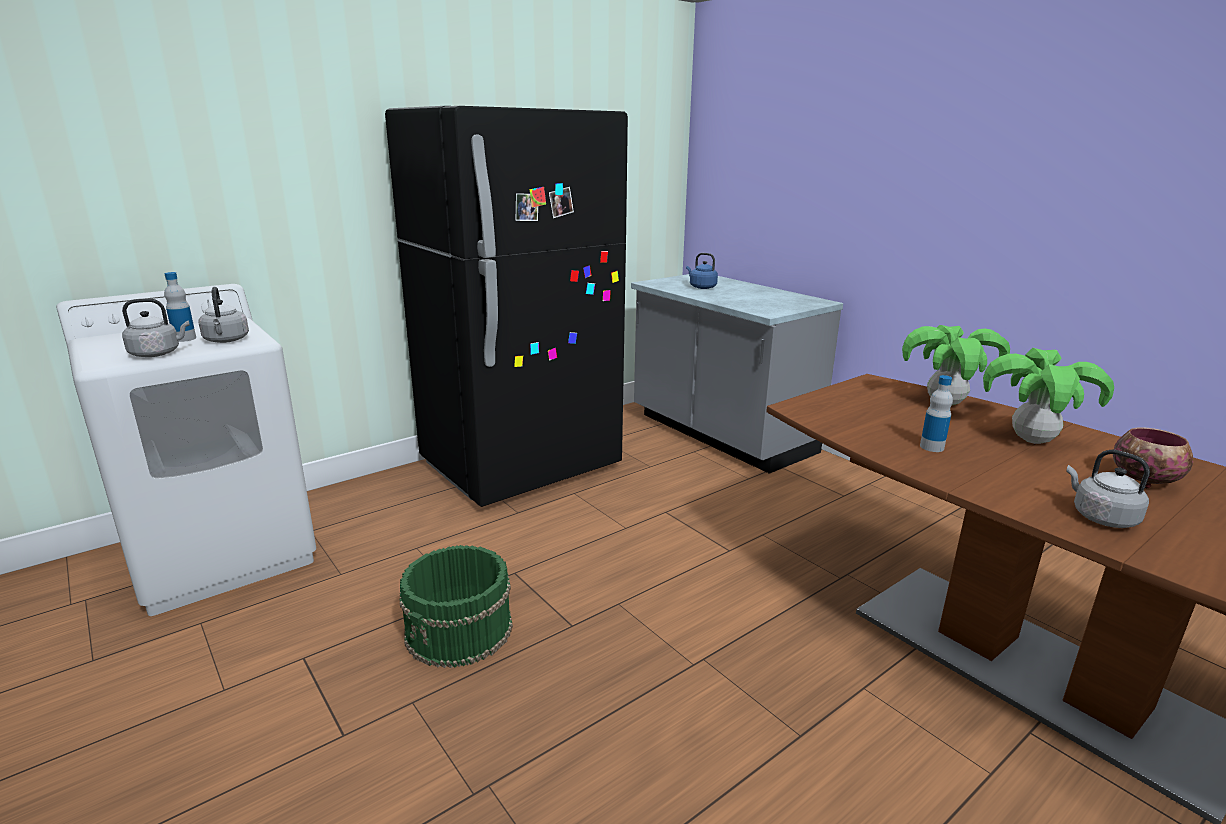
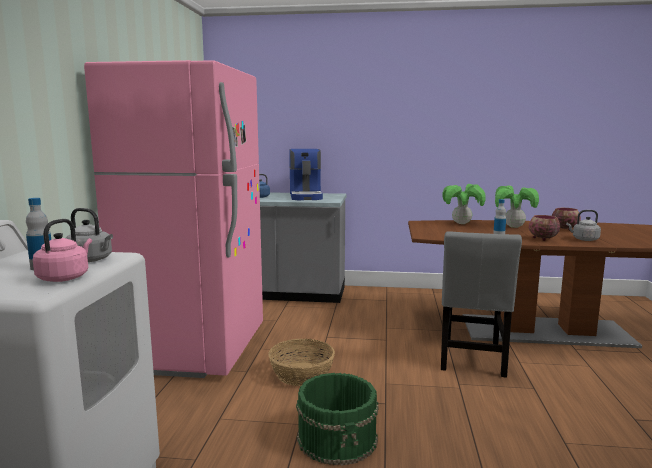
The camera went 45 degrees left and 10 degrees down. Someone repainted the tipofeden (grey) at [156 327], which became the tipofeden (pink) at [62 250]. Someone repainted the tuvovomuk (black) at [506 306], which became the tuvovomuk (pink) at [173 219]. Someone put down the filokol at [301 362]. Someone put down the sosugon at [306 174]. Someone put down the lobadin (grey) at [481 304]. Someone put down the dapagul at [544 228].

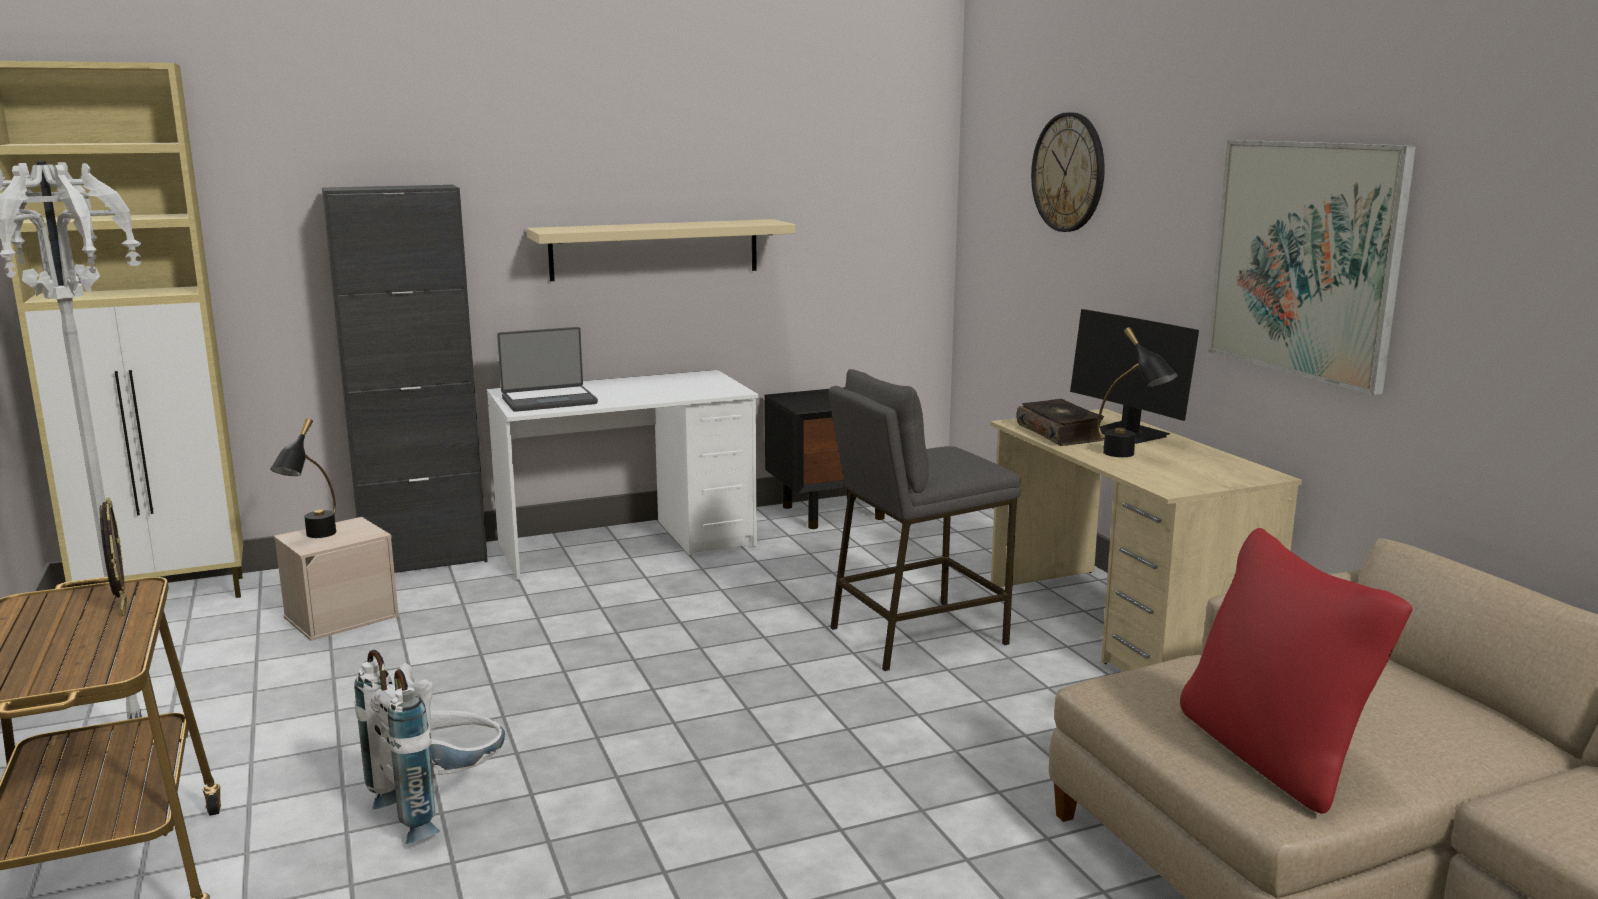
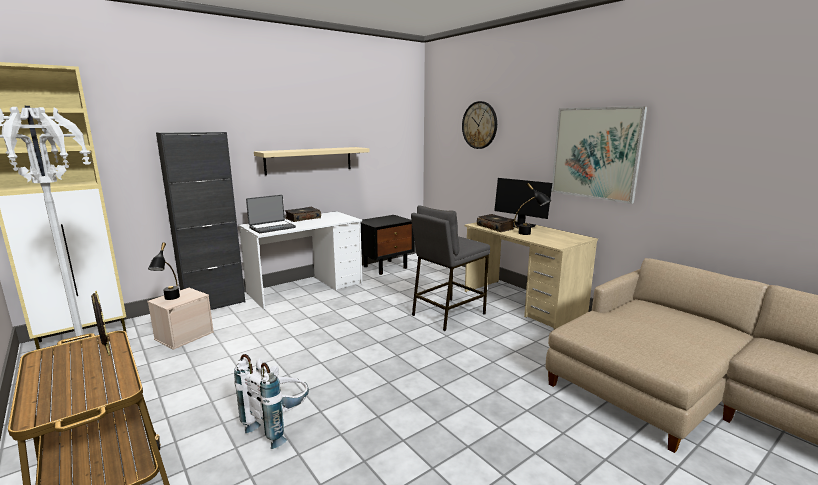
The camera went 15 degrees left and 0 degrees up. Someone took away the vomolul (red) at [1296 671]. Someone put down the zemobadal at [303 214].

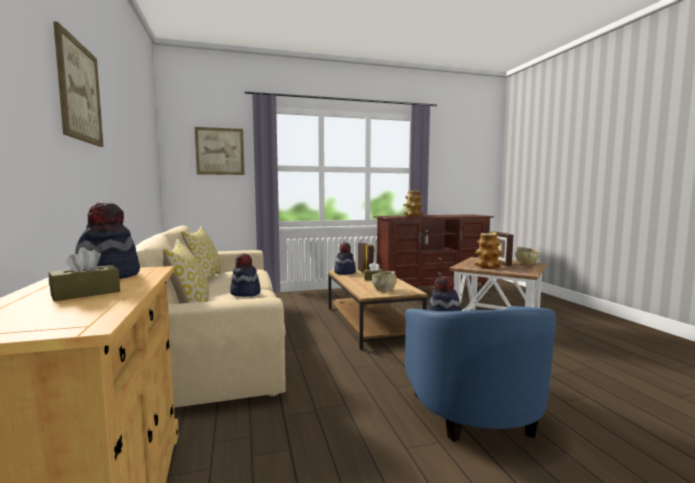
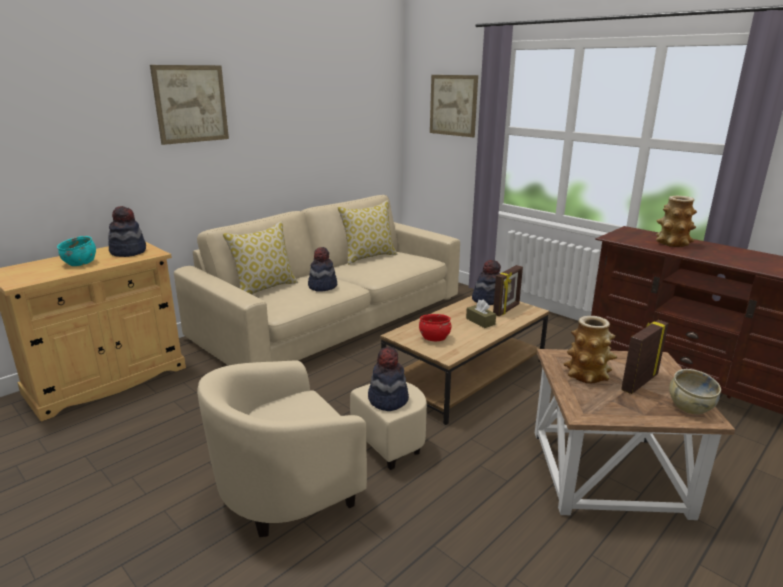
The camera went 60 degrees right and 15 degrees up. Someone swapped the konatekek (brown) at [84 274] for the dapagul (turquoise) at [76 251]. Someone repainted the dapagul (beige) at [384 281], which became the dapagul (red) at [435 327]. Someone repainted the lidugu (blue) at [480 374], which became the lidugu (beige) at [312 448].

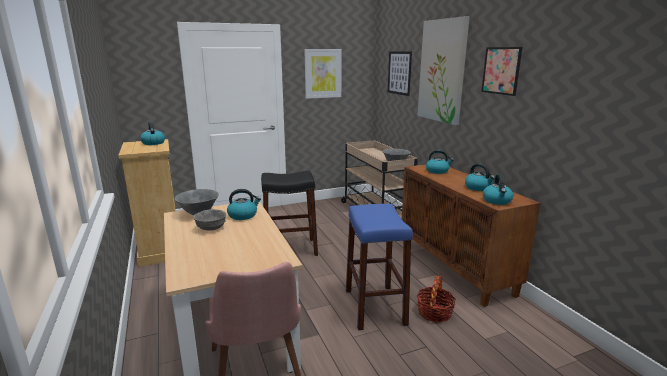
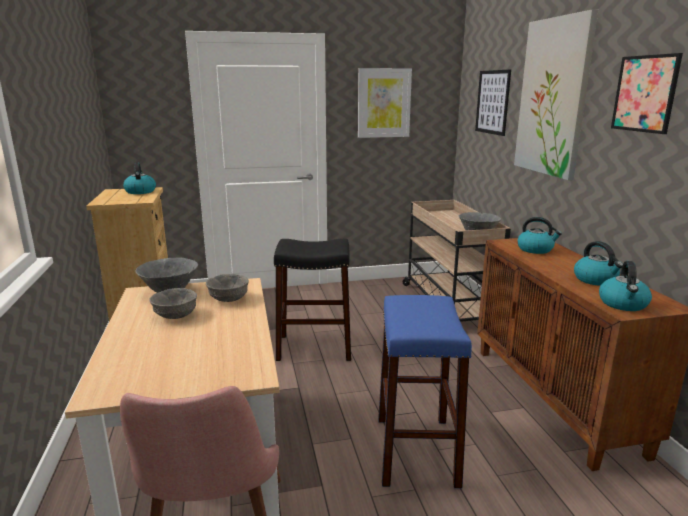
The camera went 10 degrees right and 0 degrees up. Someone swapped the tipofeden at [244 204] for the dapagul (grey) at [227 288]. Someone took away the filokol at [436 299].

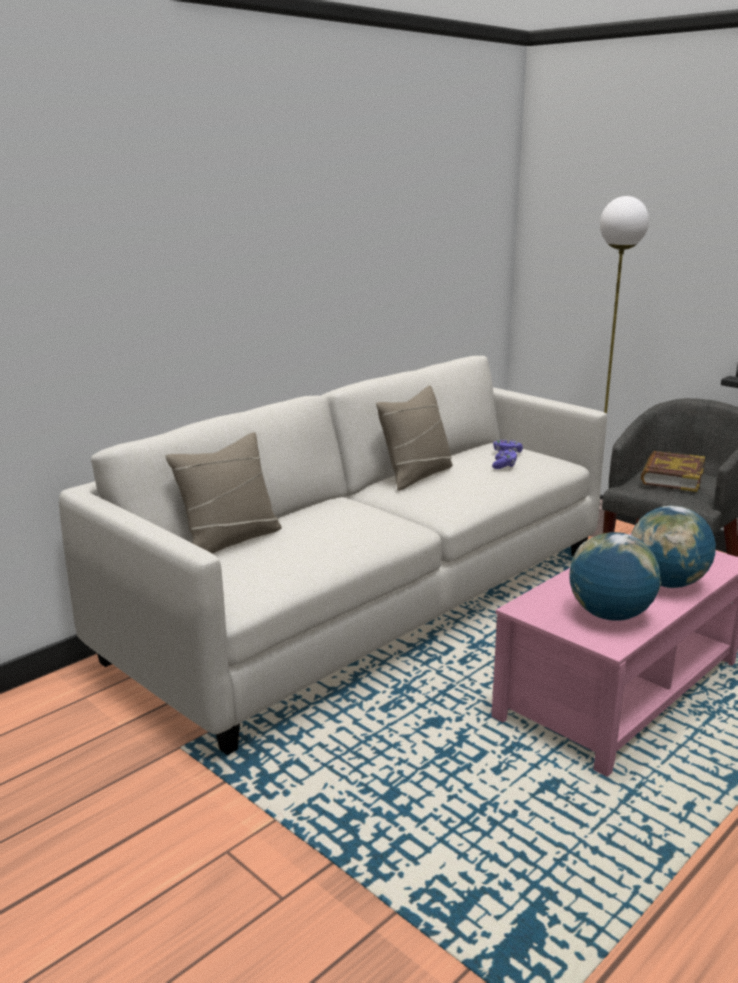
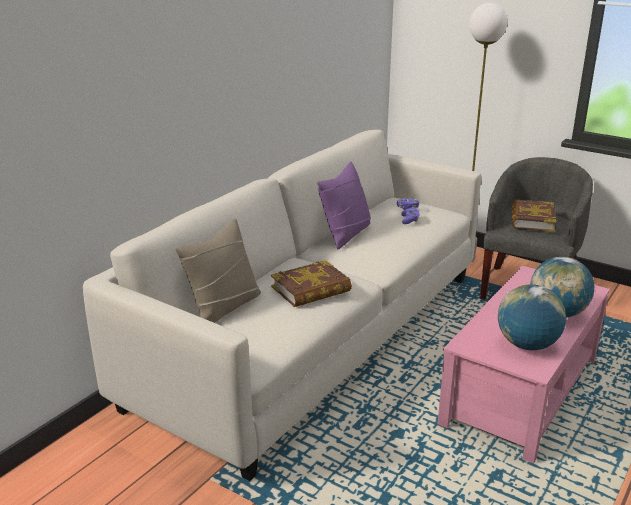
The camera went 10 degrees left and 5 degrees up. Someone repainted the vomolul (beige) at [414 437], which became the vomolul (purple) at [344 206]. Someone put down the zemobadal at [311 283].

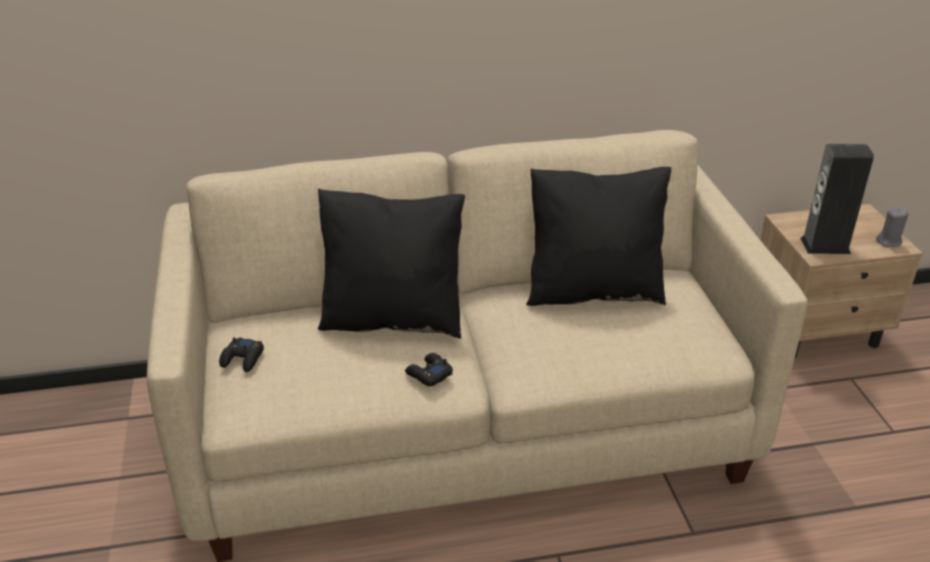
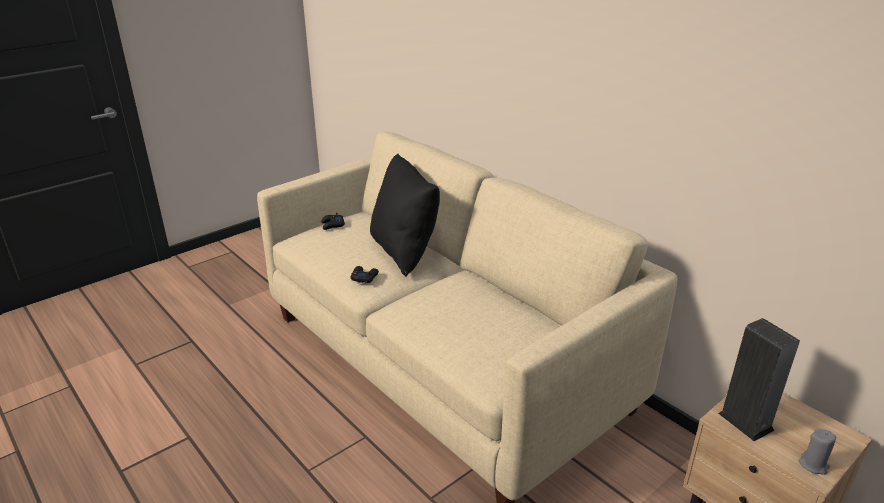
The camera went 60 degrees right and 5 degrees down. Someone took away the vomolul (black) at [598 236].

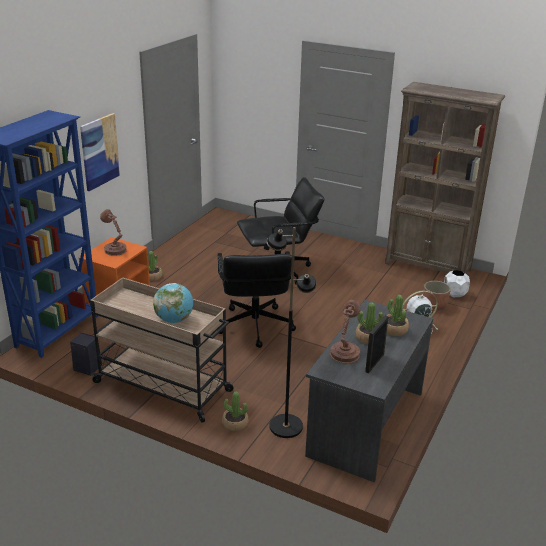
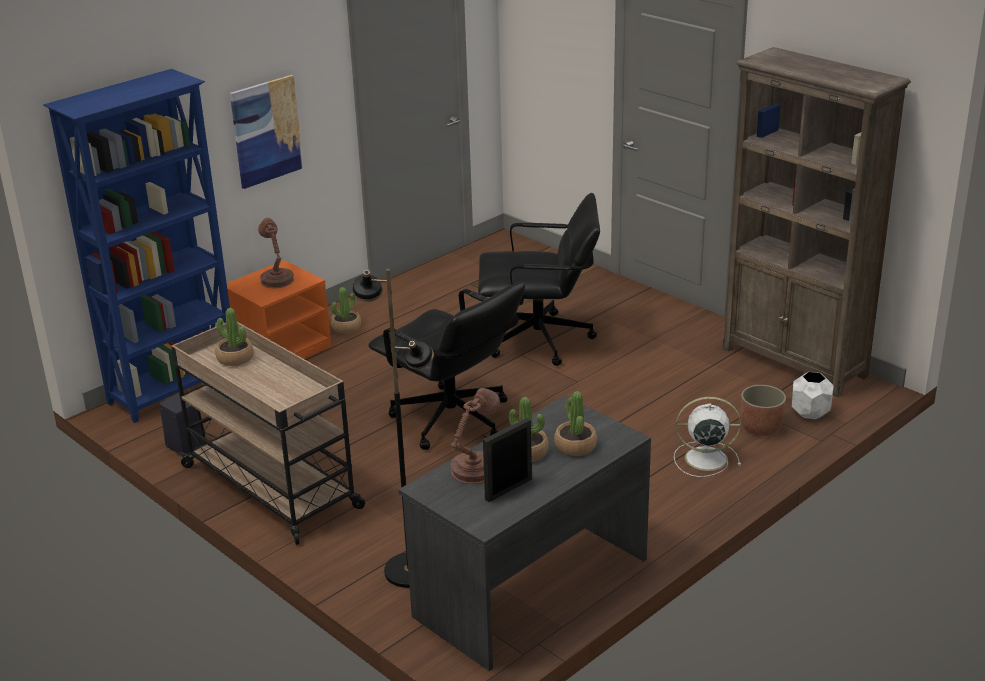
The camera went 20 degrees right and 0 degrees up. Someone took away the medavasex at [173 303]. Someone rotated the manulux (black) at [257 299] by 60 degrees counterclockwise. Someone carried the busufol from [235 411] to [234 337].

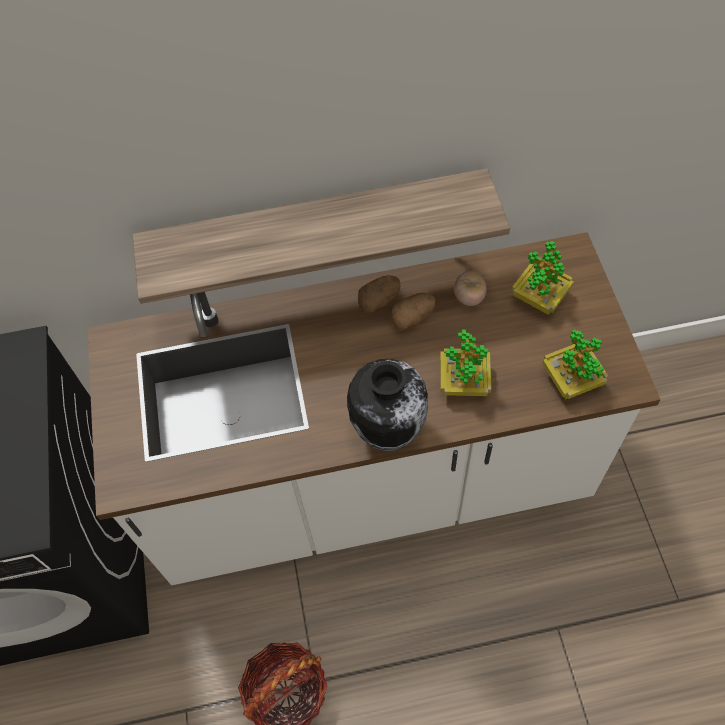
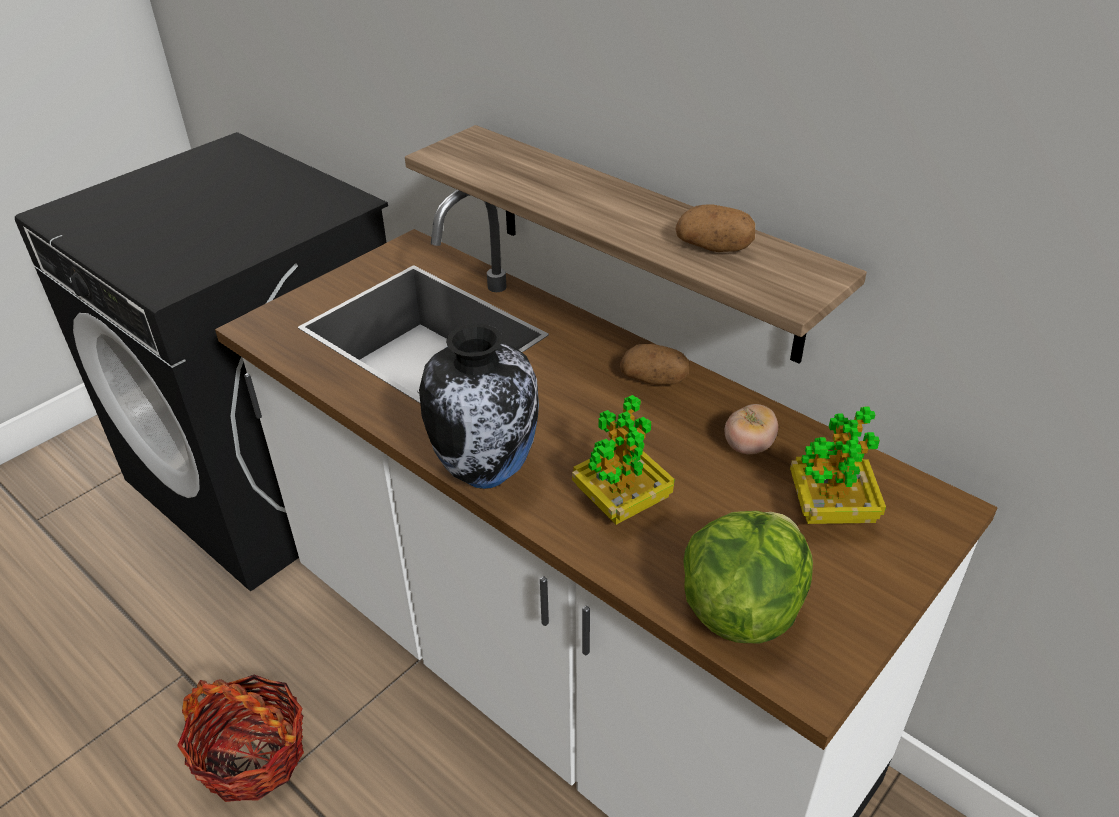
The camera went 50 degrees right and 20 degrees down. Someone carried the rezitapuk from [413 311] to [715 228]. Someone swapped the busufol at [575 364] for the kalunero at [748 577].

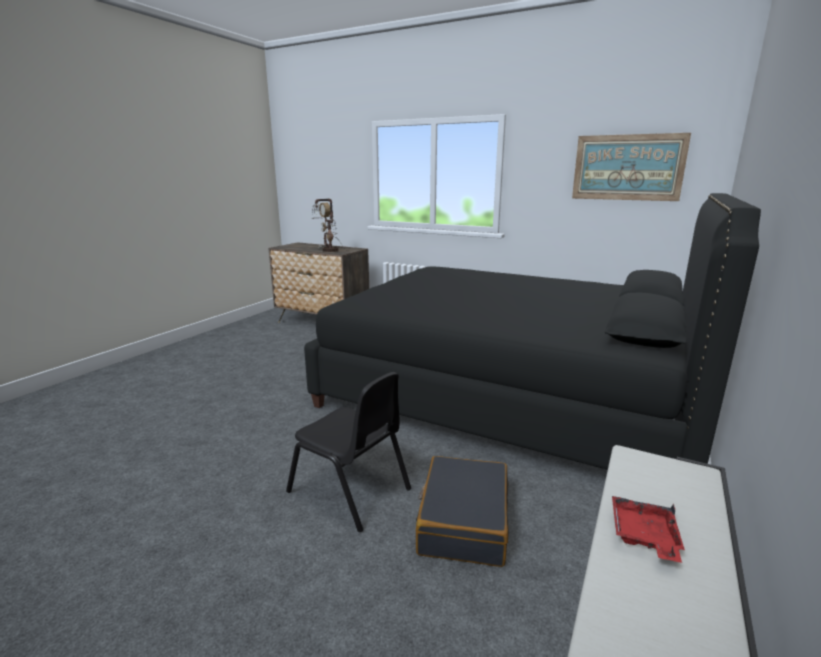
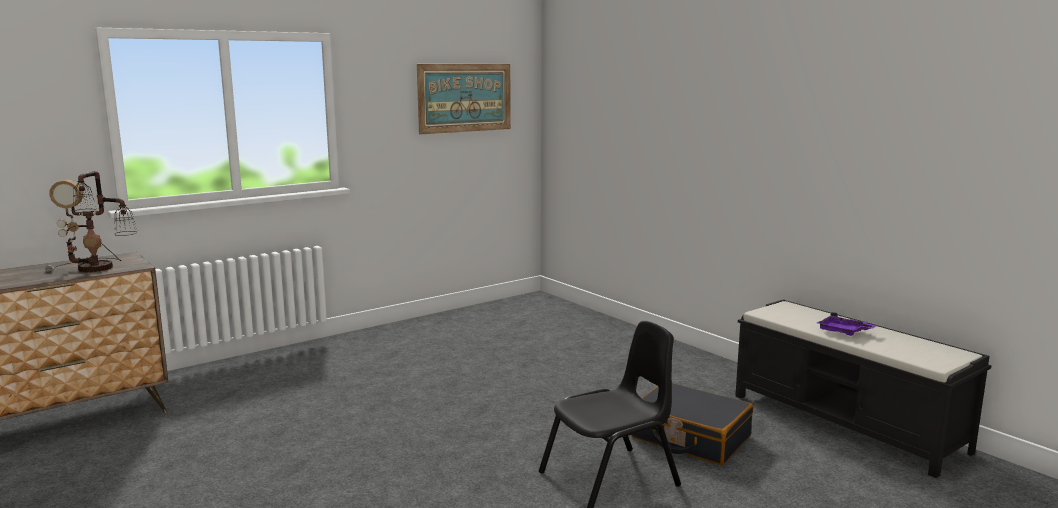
The camera went 65 degrees left and 5 degrees down. Someone took away the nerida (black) at [532 331]. Someone repainted the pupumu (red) at [648 529], which became the pupumu (purple) at [846 324].

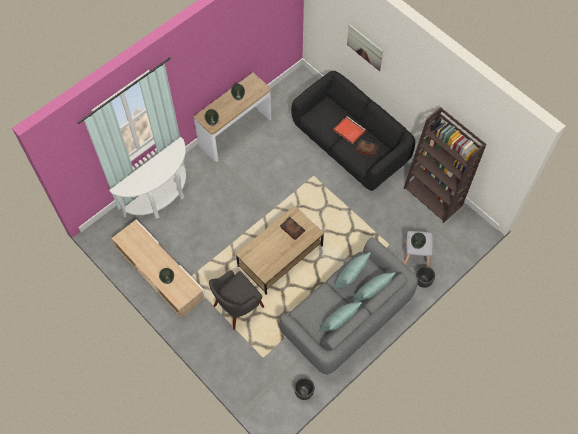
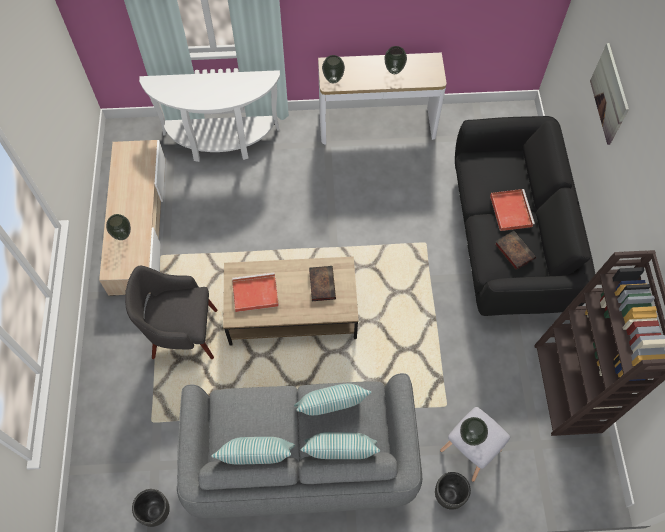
The camera went 40 degrees right and 0 degrees up. Someone put down the pupumu (red) at [255 292].

